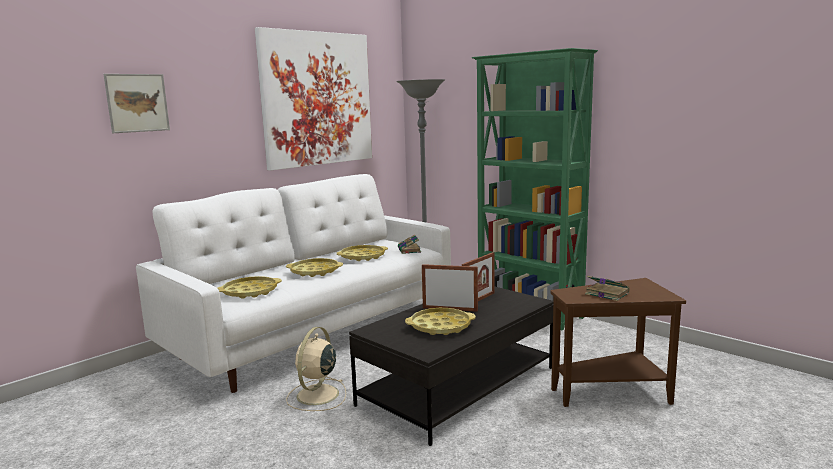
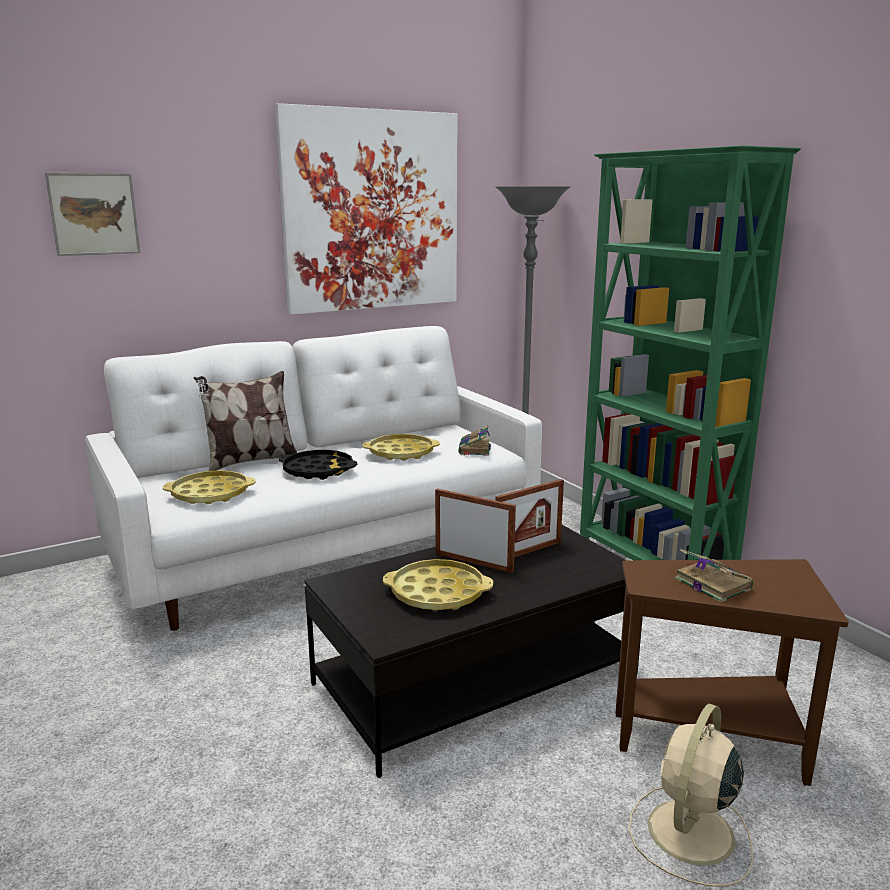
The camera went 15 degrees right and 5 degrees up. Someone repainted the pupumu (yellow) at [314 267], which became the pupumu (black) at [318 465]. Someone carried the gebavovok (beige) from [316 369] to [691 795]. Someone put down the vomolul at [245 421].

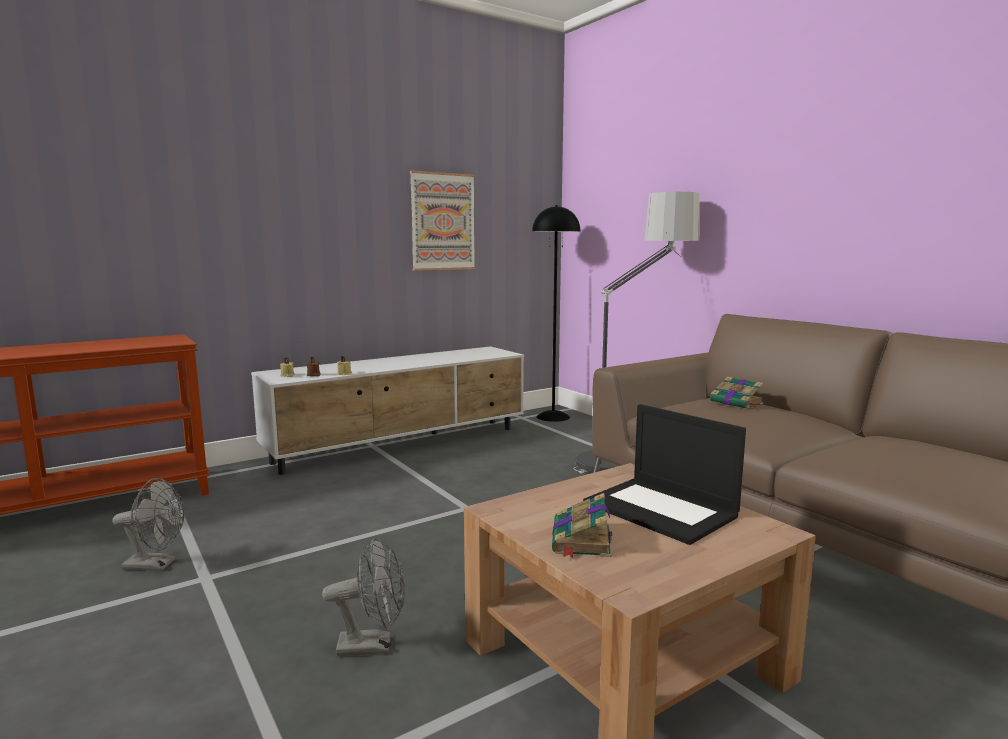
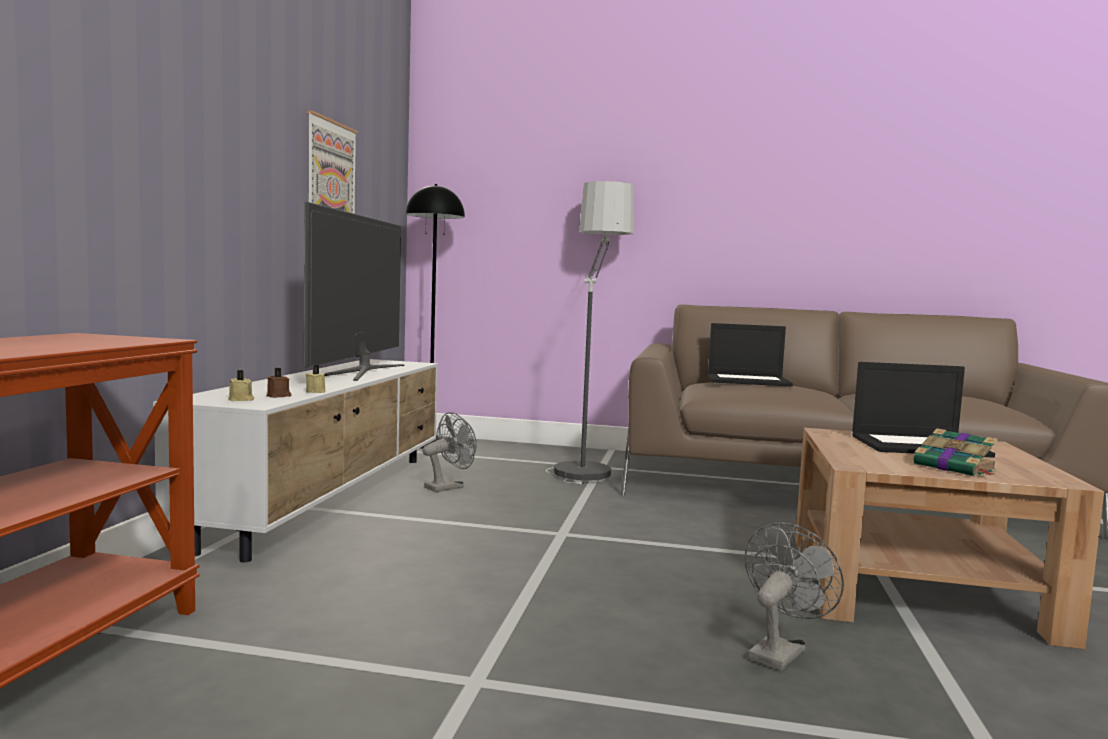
The camera went 45 degrees left and 5 degrees down. Someone carried the gebavovok (grey) from [148 524] to [449 452]. Someone swapped the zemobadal at [736 392] for the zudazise at [750 355]. Someone put down the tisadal at [354 291].

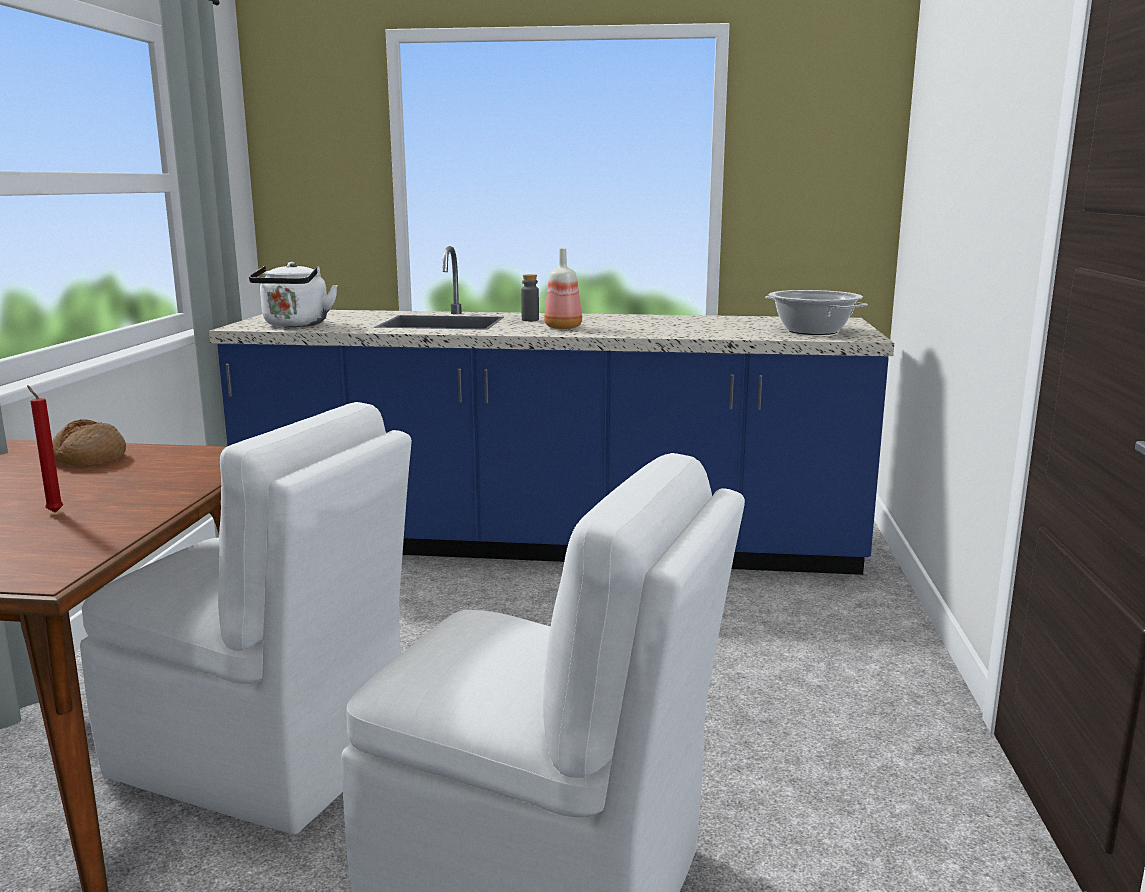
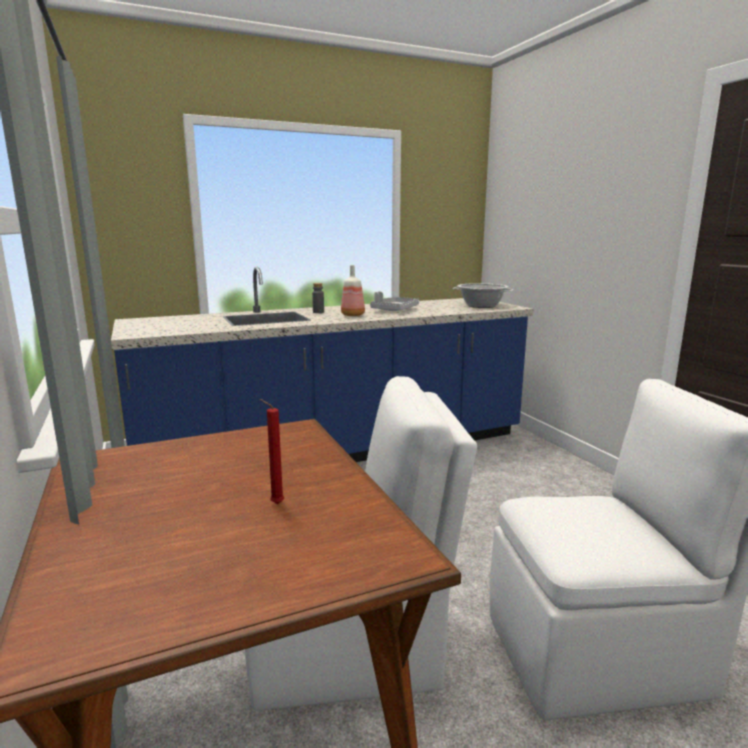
The camera went 30 degrees left and 0 degrees up. Someone took away the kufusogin at [89 442]. Someone took away the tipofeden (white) at [293 294]. Someone put down the pupumu (grey) at [394 301].

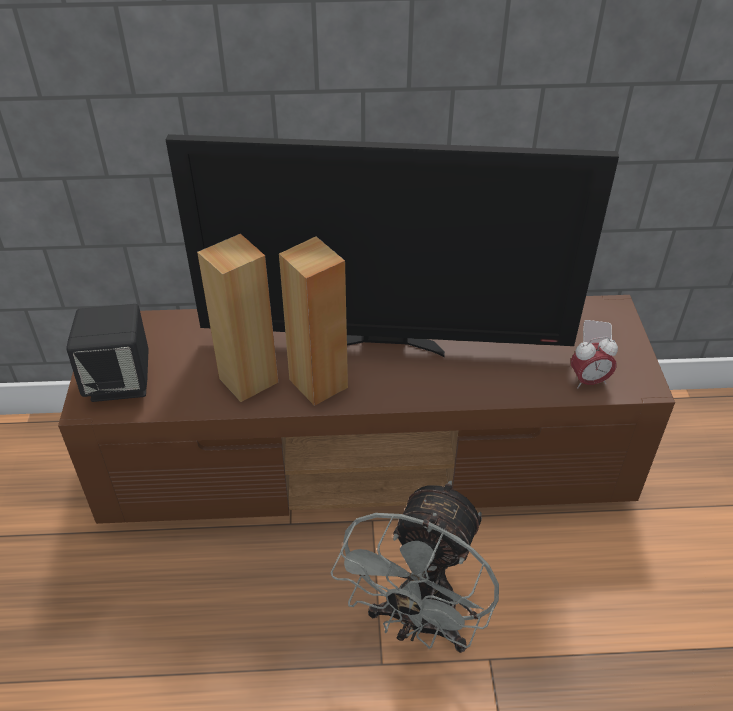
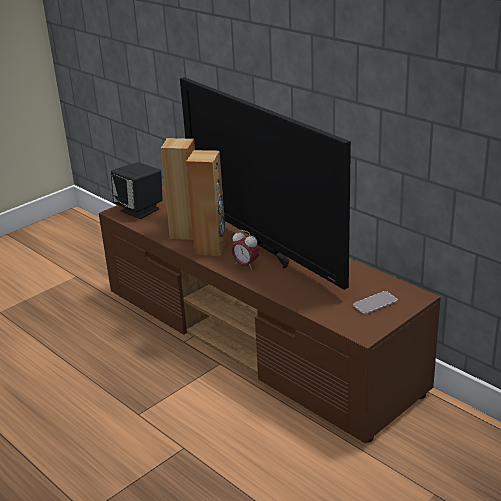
The camera went 50 degrees right and 15 degrees down. Someone took away the gebavovok (grey) at [414 567]. Someone carried the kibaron from [594 362] to [245 250].

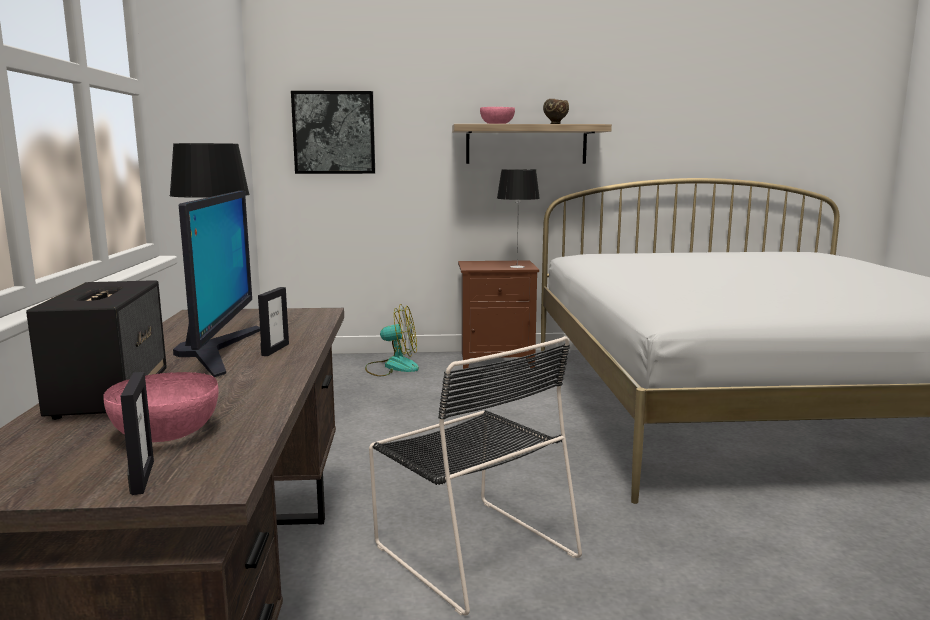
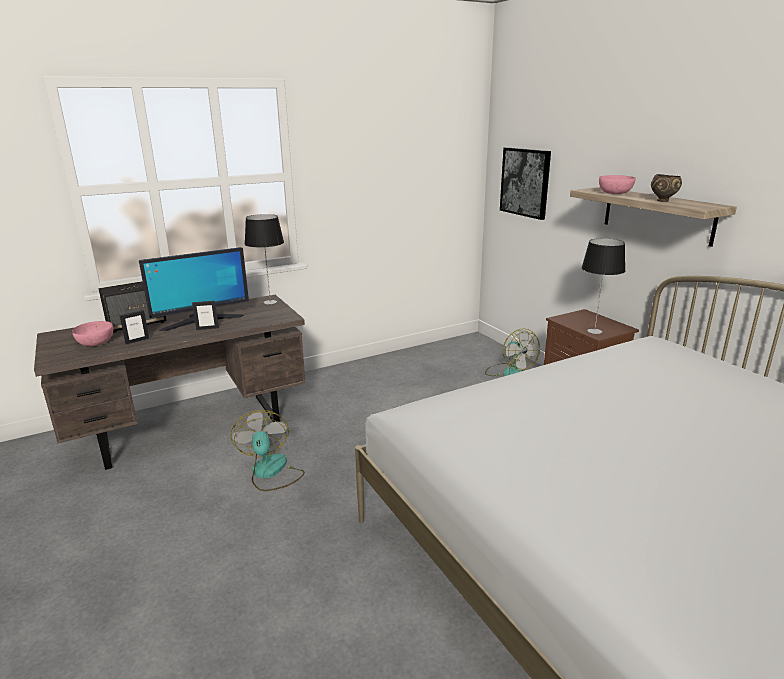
The camera went 65 degrees right and 10 degrees up. Someone carried the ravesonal from [137 433] to [134 327]. Someone swapped the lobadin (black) at [475 475] for the gebavovok at [267 450].

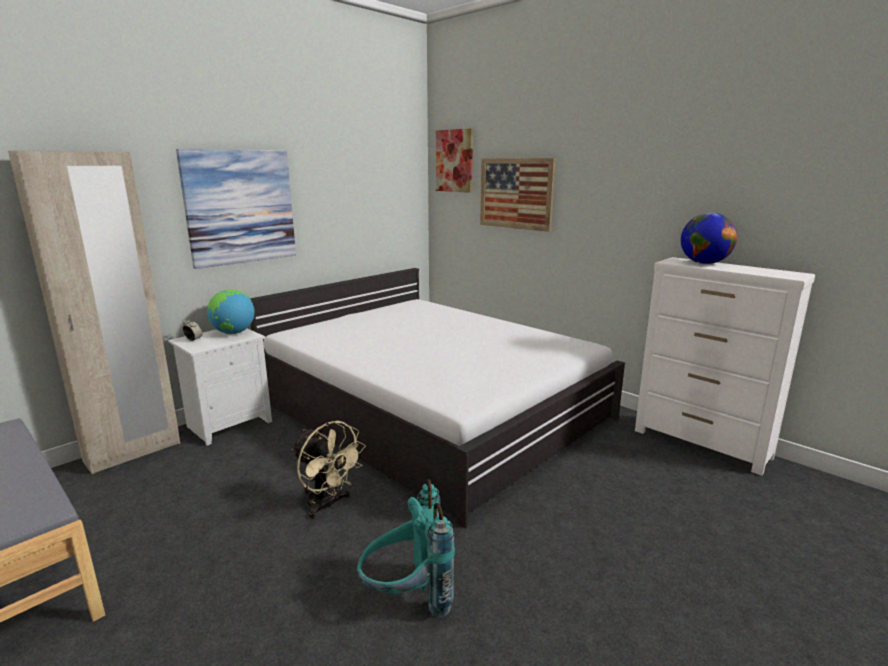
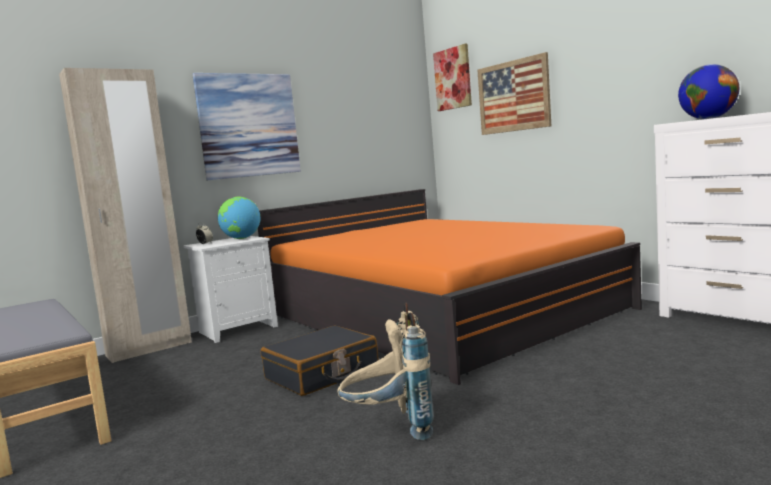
The camera went 10 degrees right and 10 degrees down. Someone repainted the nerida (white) at [437 398], which became the nerida (orange) at [450 287]. Someone swapped the gebavovok (beige) at [329 470] for the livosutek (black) at [320 360]. Someone repainted the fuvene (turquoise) at [406 548], which became the fuvene (beige) at [385 371].

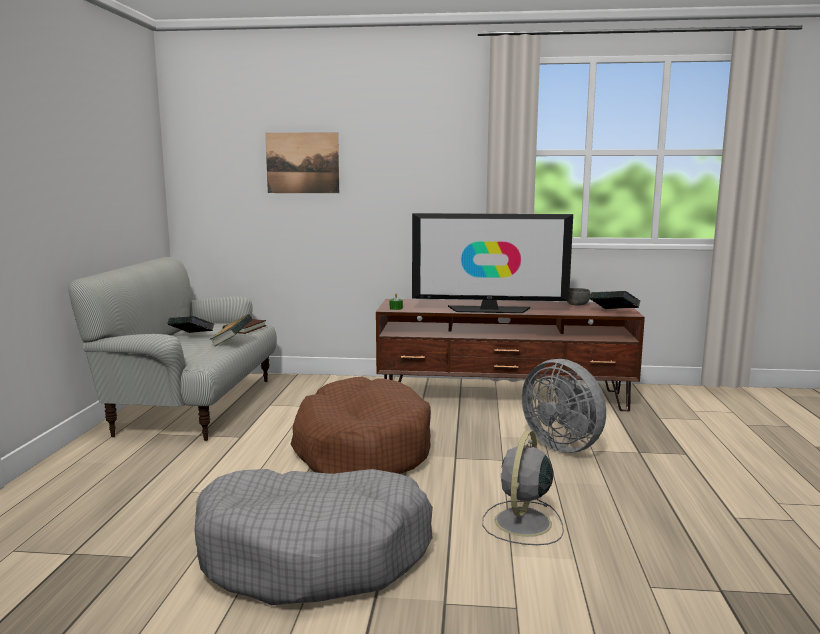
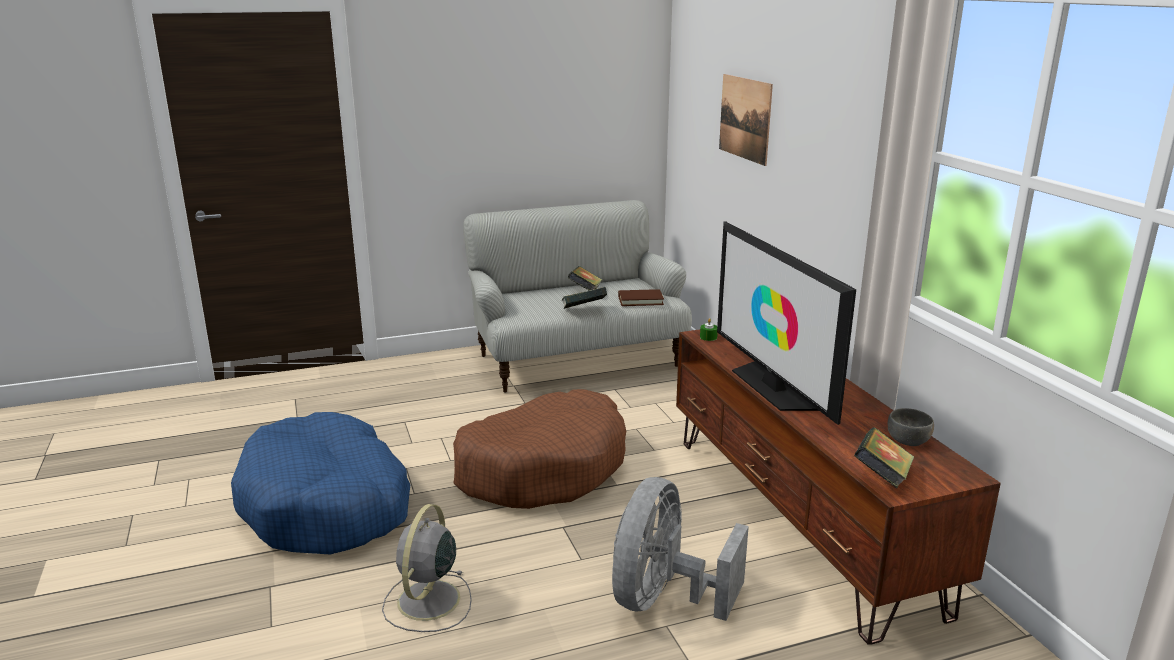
The camera went 65 degrees right and 10 degrees up. Someone repainted the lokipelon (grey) at [313 537], which became the lokipelon (blue) at [320 483]. Someone rotated the gebavovok (grey) at [523 487] by 75 degrees counterclockwise.

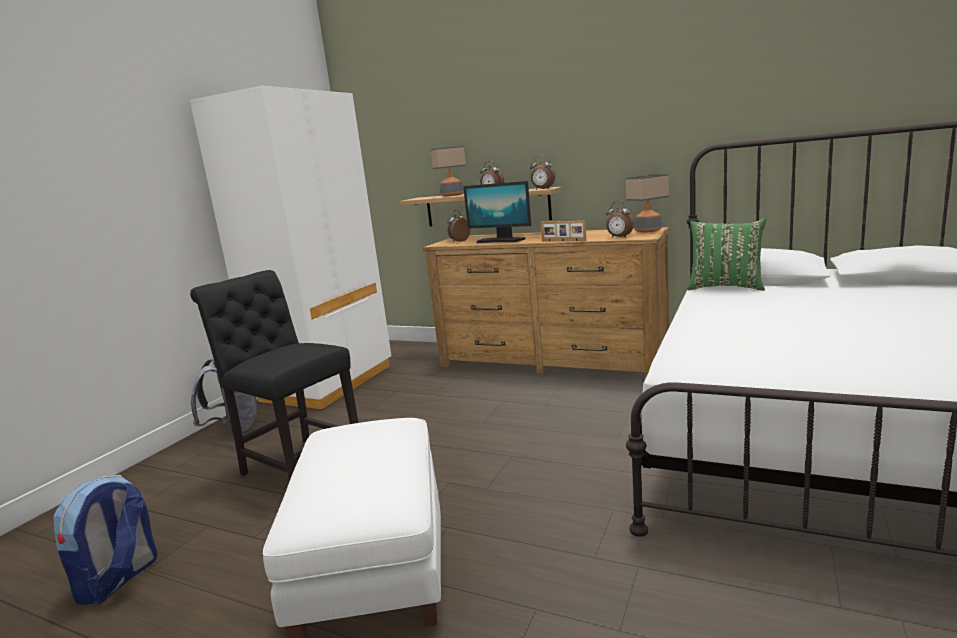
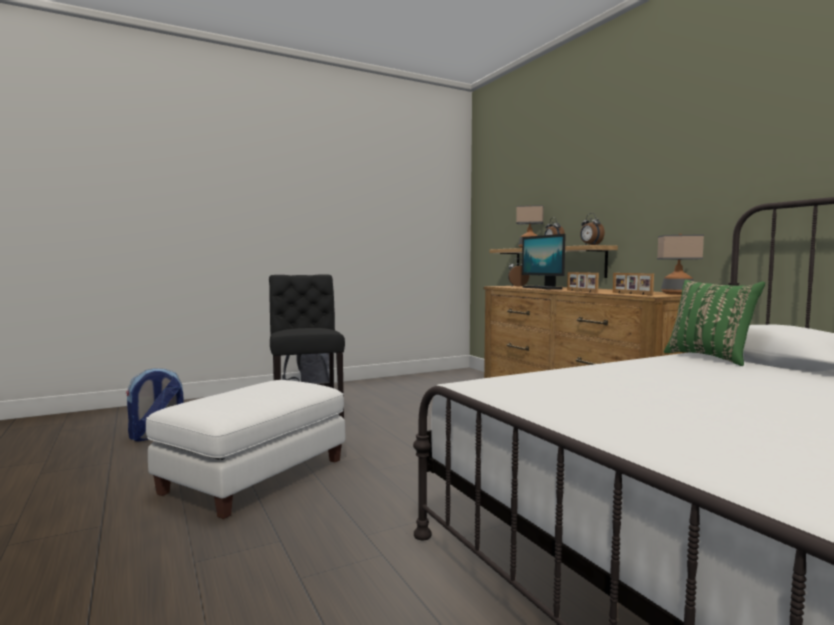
The camera went 35 degrees right and 10 degrees down. Someone took away the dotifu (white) at [290 248]. Someone swapped the kibaron at [620 219] for the ravesonal at [633 284].

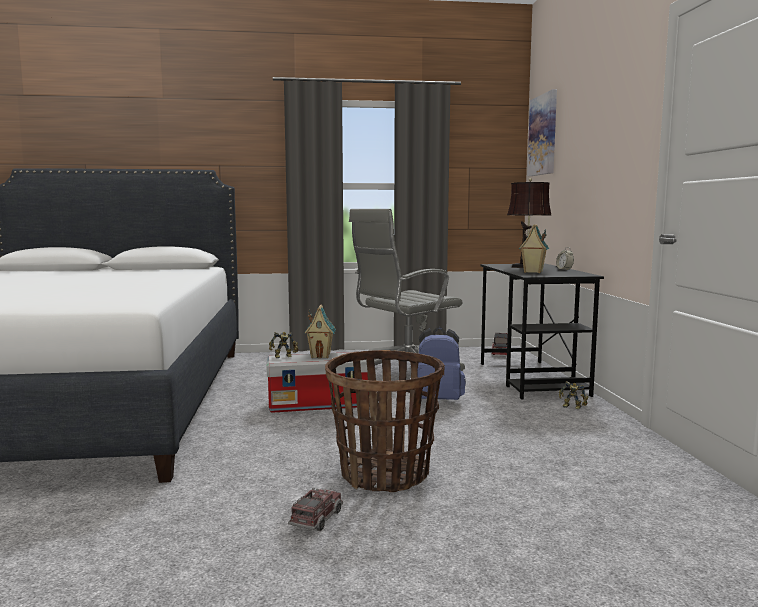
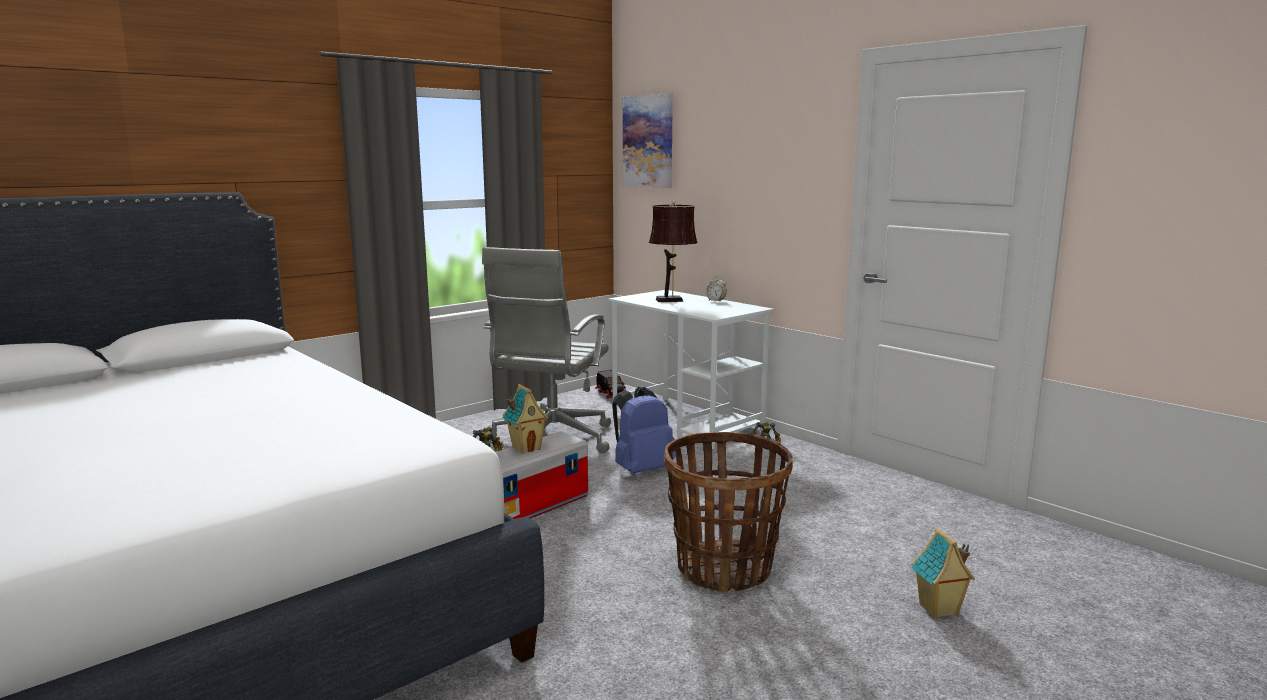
The camera went 35 degrees left and 5 degrees up. Someone took away the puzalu at [315 509]. Someone repainted the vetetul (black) at [542 332], which became the vetetul (white) at [691 369]. Someone carried the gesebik from [534 248] to [943 573].

